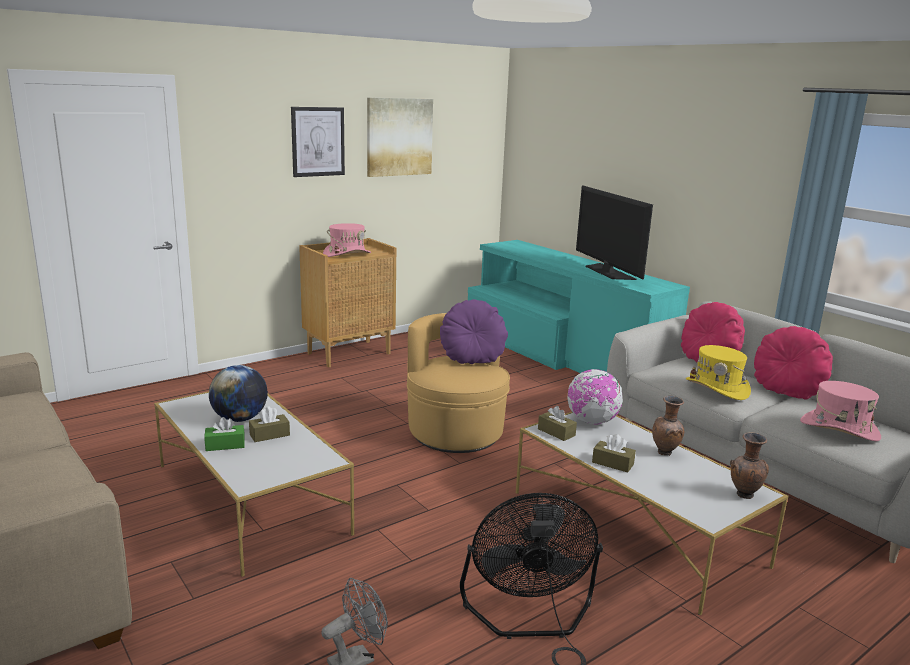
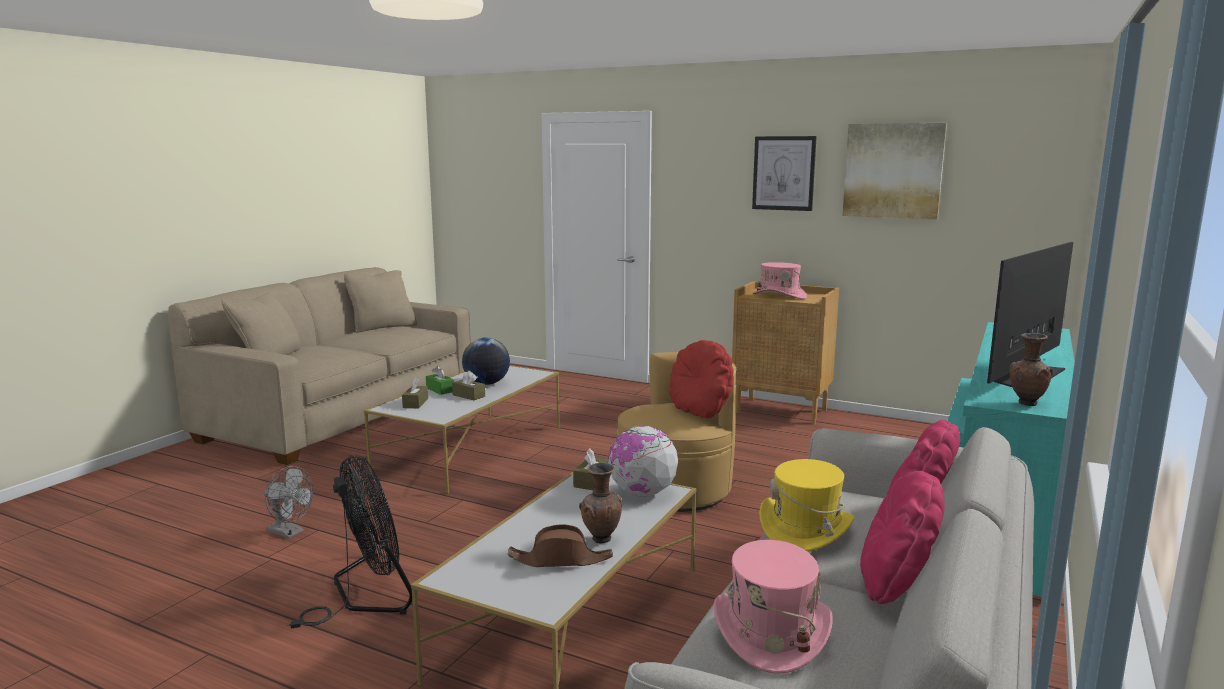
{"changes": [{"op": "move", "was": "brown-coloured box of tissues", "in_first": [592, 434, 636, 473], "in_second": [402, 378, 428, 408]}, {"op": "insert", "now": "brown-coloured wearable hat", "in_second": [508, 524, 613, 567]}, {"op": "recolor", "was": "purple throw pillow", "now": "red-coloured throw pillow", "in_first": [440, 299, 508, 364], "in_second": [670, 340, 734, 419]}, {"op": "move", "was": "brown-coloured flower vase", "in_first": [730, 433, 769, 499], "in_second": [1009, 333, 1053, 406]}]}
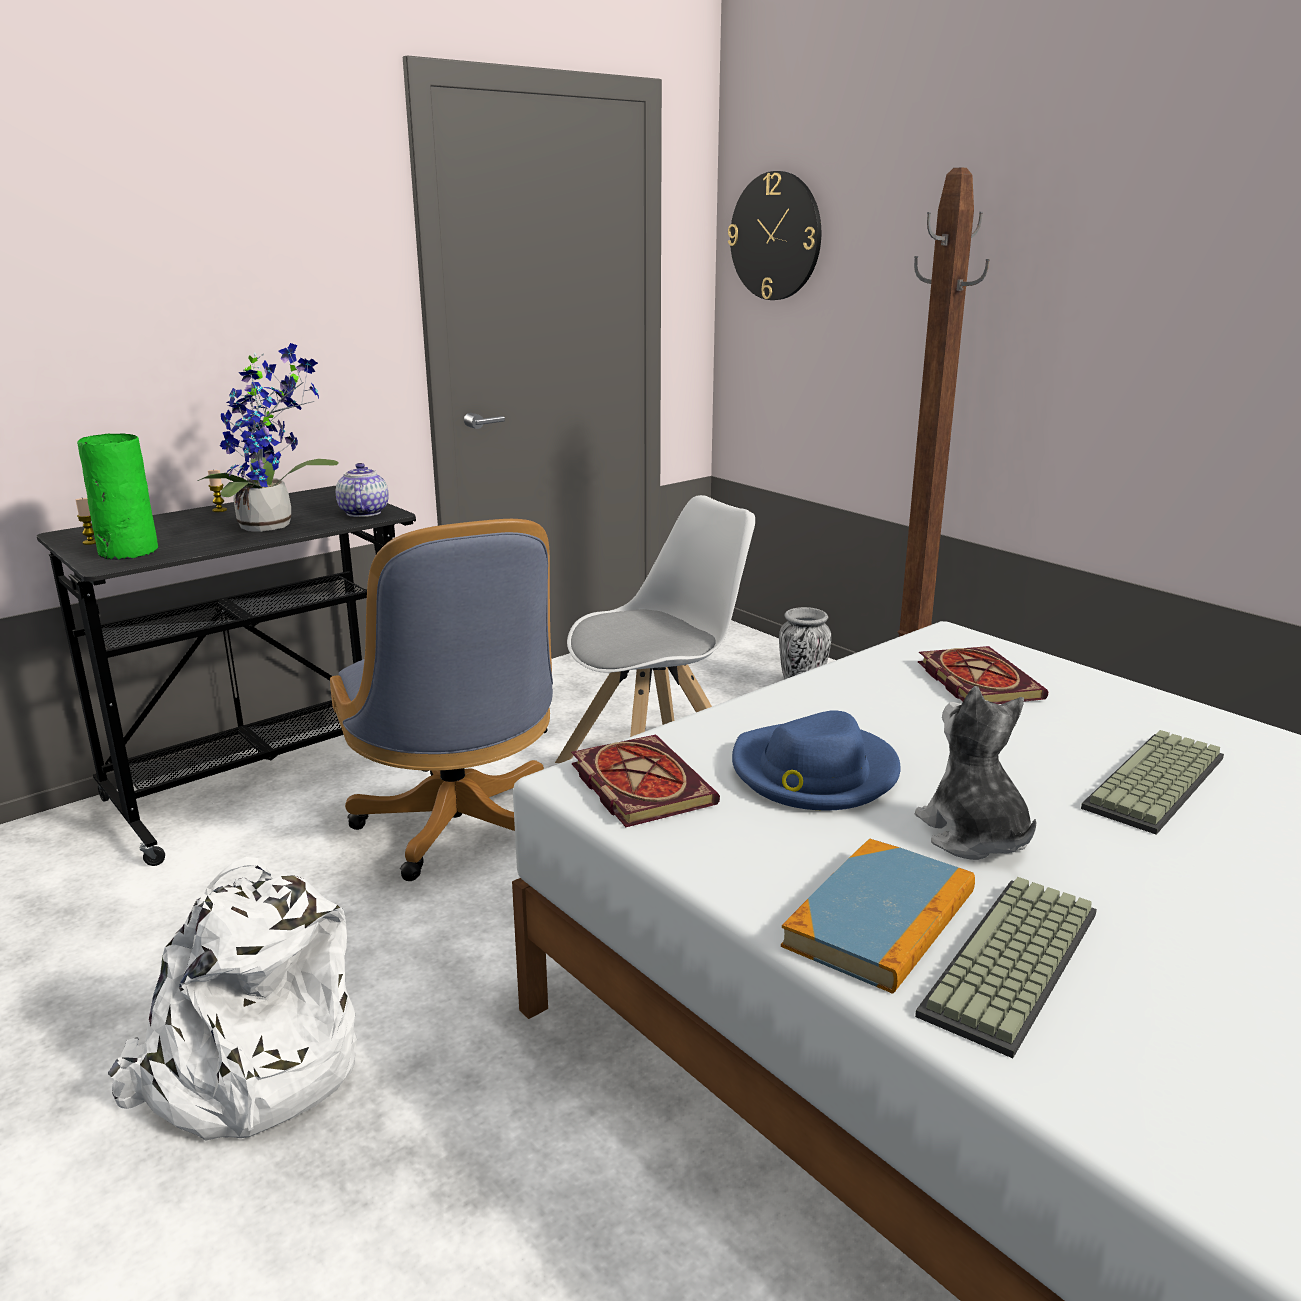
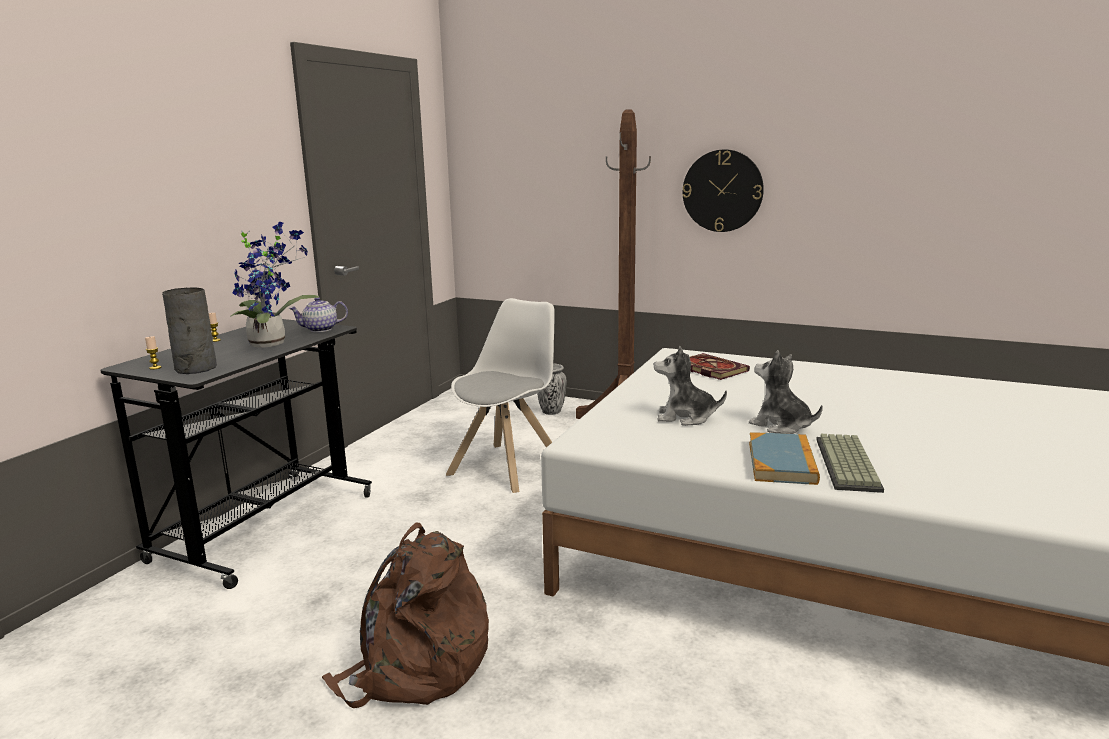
{"changes": [{"op": "recolor", "was": "green-coloured flower vase", "now": "greyish flower vase", "in_first": [77, 434, 158, 560], "in_second": [162, 287, 217, 374]}, {"op": "rotate", "was": "teapot", "in_first": [336, 463, 389, 517], "in_second": [288, 298, 348, 332], "clockwise": -75}, {"op": "recolor", "was": "whitish knapsack", "now": "brown-coloured knapsack", "in_first": [108, 857, 357, 1140], "in_second": [322, 522, 489, 708]}, {"op": "replace", "was": "bluish wearable hat", "now": "soft toy", "in_first": [732, 710, 900, 811], "in_second": [654, 346, 727, 426]}, {"op": "move", "was": "clock on the wall", "in_first": [728, 171, 821, 300], "in_second": [683, 149, 764, 232]}, {"op": "delete", "was": "bluish desk chair", "in_first": [330, 519, 553, 881]}, {"op": "delete", "was": "volume", "in_first": [571, 735, 720, 827]}, {"op": "delete", "was": "PC keyboard", "in_first": [1081, 730, 1224, 835]}]}
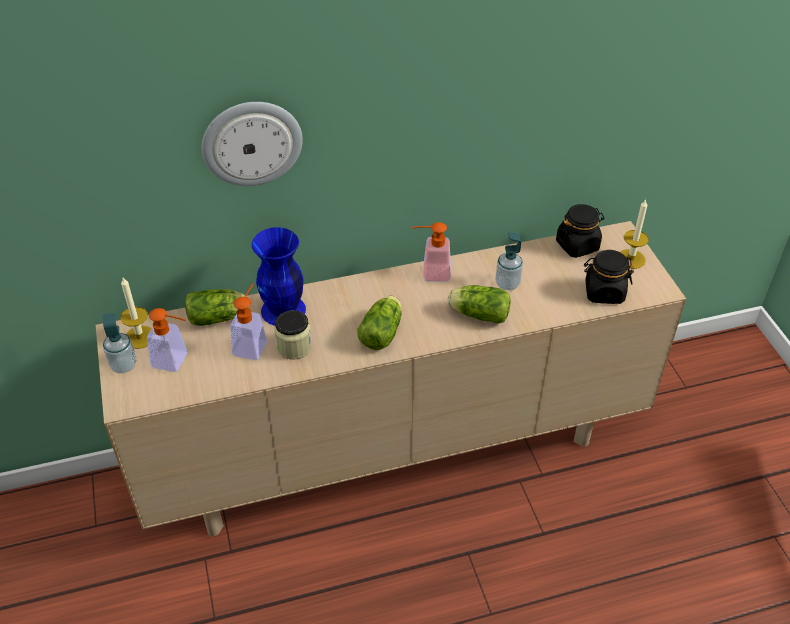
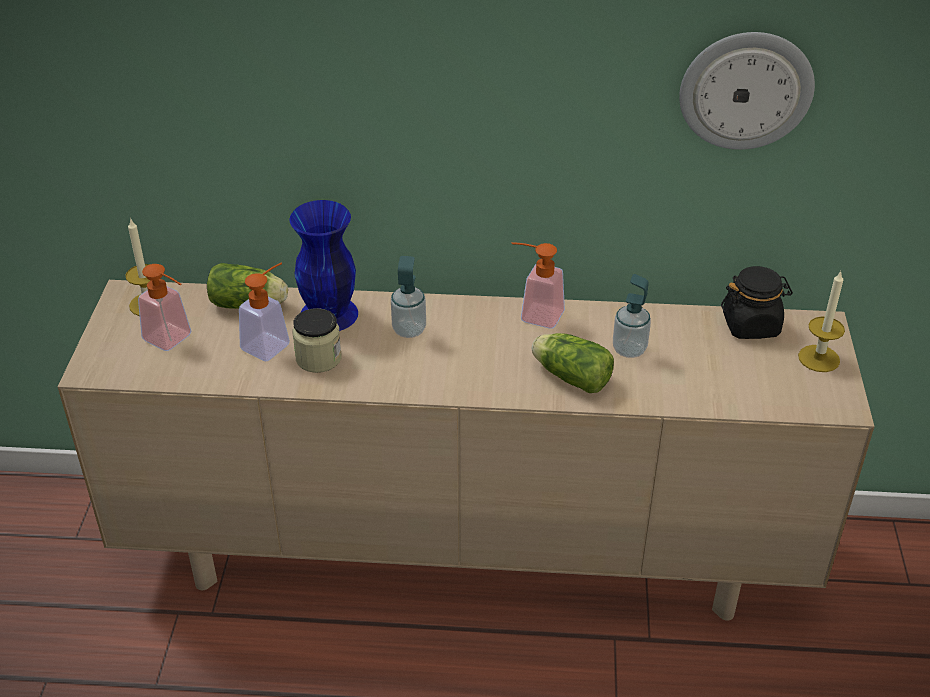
{"changes": [{"op": "move", "was": "soap bottle", "in_first": [102, 313, 136, 373], "in_second": [391, 256, 426, 338]}, {"op": "move", "was": "clock on the wall", "in_first": [202, 102, 303, 186], "in_second": [679, 32, 815, 150]}, {"op": "delete", "was": "lettuce head", "in_first": [357, 296, 402, 350]}, {"op": "delete", "was": "black jar", "in_first": [584, 250, 634, 304]}]}
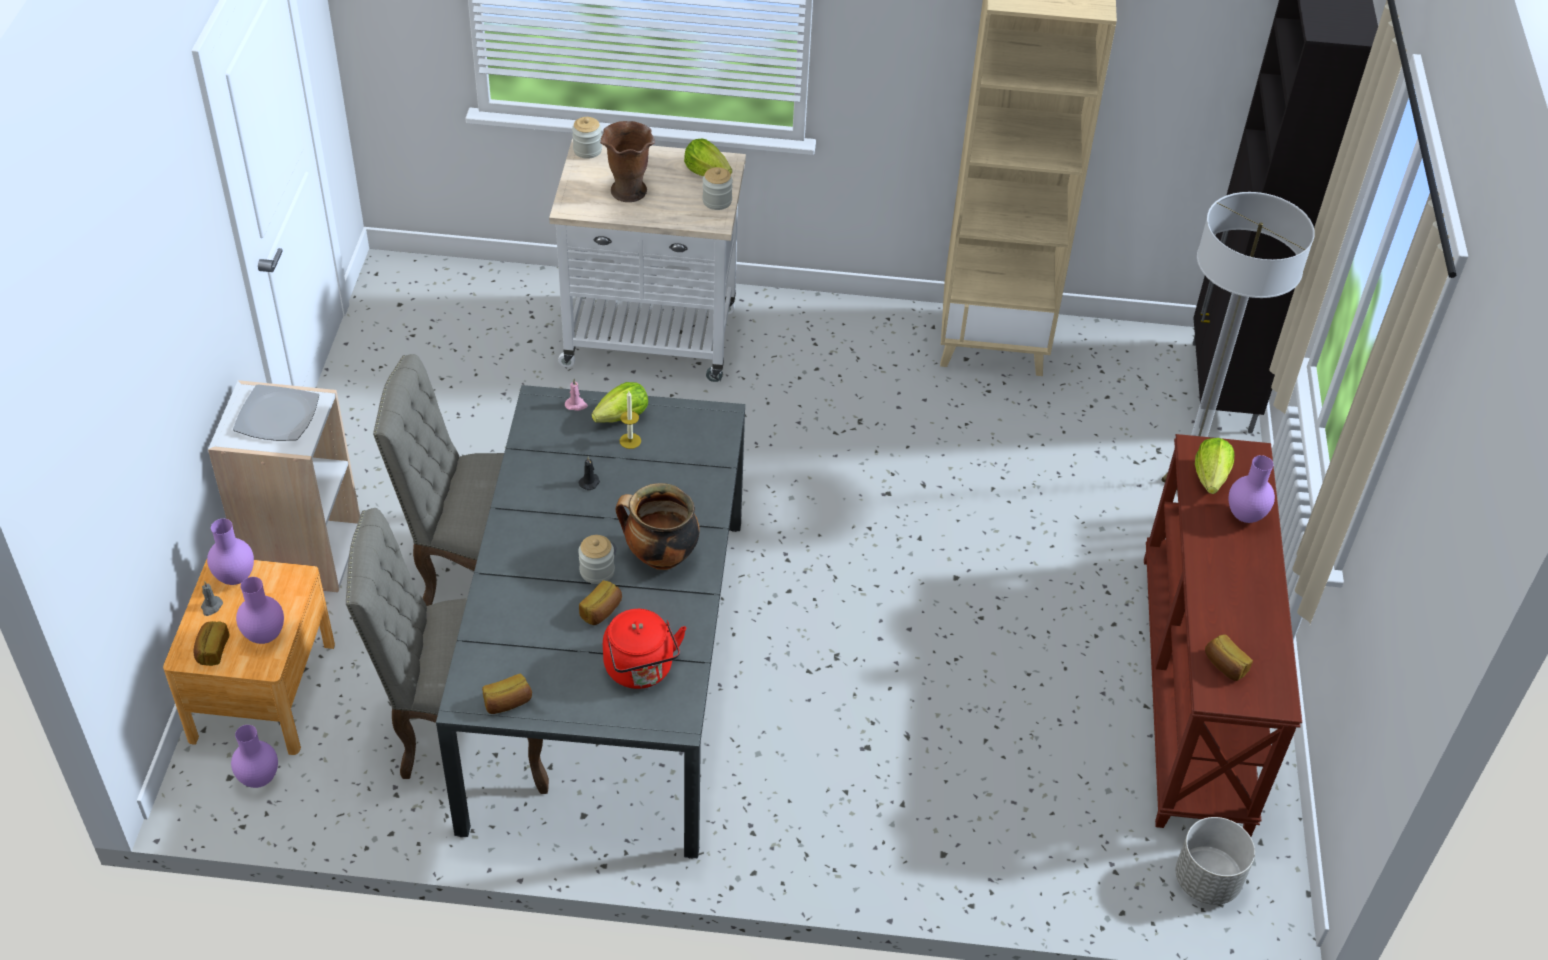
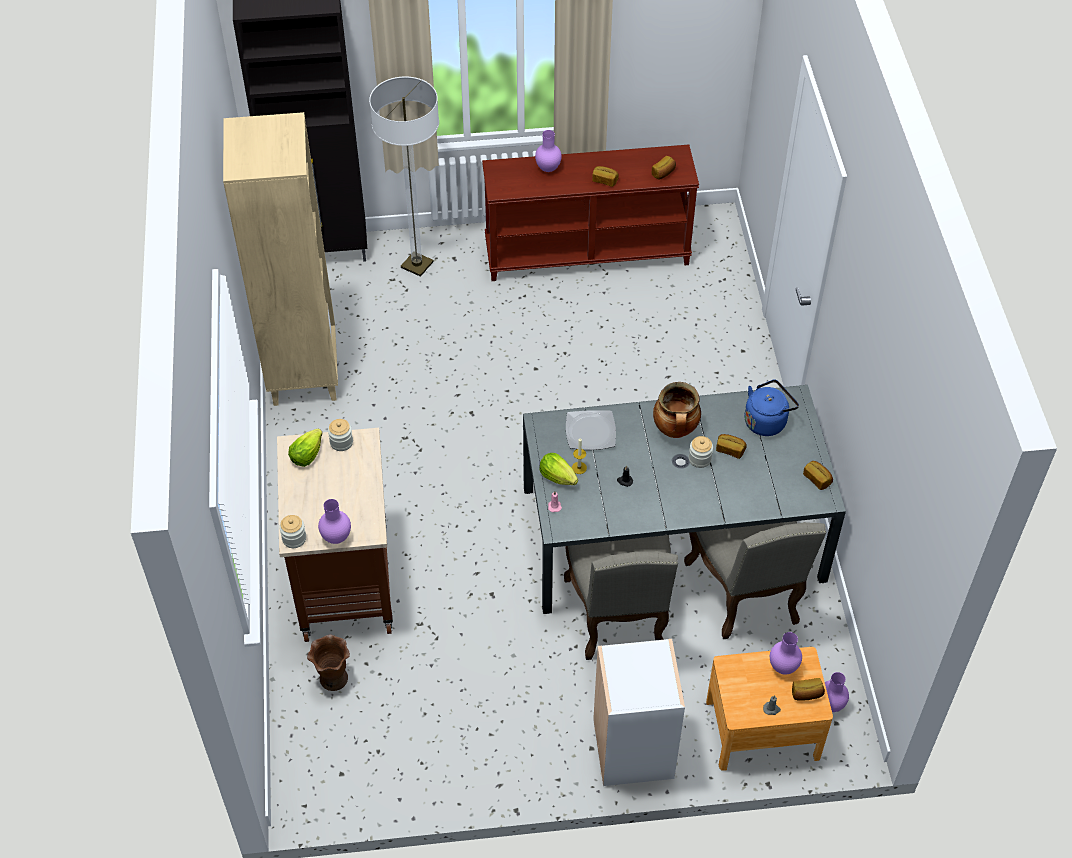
{"changes": [{"op": "recolor", "was": "whitish trolley", "now": "brown-coloured trolley", "in_first": [549, 138, 746, 382], "in_second": [277, 428, 393, 642]}, {"op": "move", "was": "brown-coloured flower vase", "in_first": [600, 121, 655, 202], "in_second": [307, 635, 350, 691]}, {"op": "move", "was": "purple flower vase", "in_first": [207, 519, 254, 585], "in_second": [318, 499, 351, 544]}, {"op": "move", "was": "plate", "in_first": [233, 384, 319, 441], "in_second": [566, 410, 616, 450]}, {"op": "insert", "now": "bakery bread", "in_second": [592, 166, 619, 187]}, {"op": "recolor", "was": "red-coloured kettle", "now": "bluish kettle", "in_first": [603, 609, 686, 689], "in_second": [744, 379, 799, 436]}, {"op": "delete", "was": "greyish flower pot", "in_first": [1176, 817, 1255, 905]}, {"op": "delete", "was": "lettuce head", "in_first": [1195, 438, 1234, 494]}]}
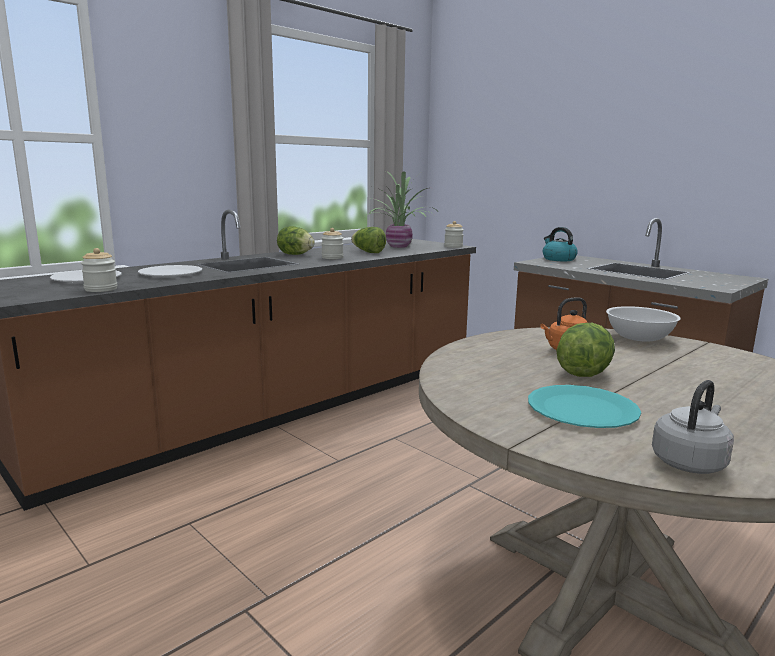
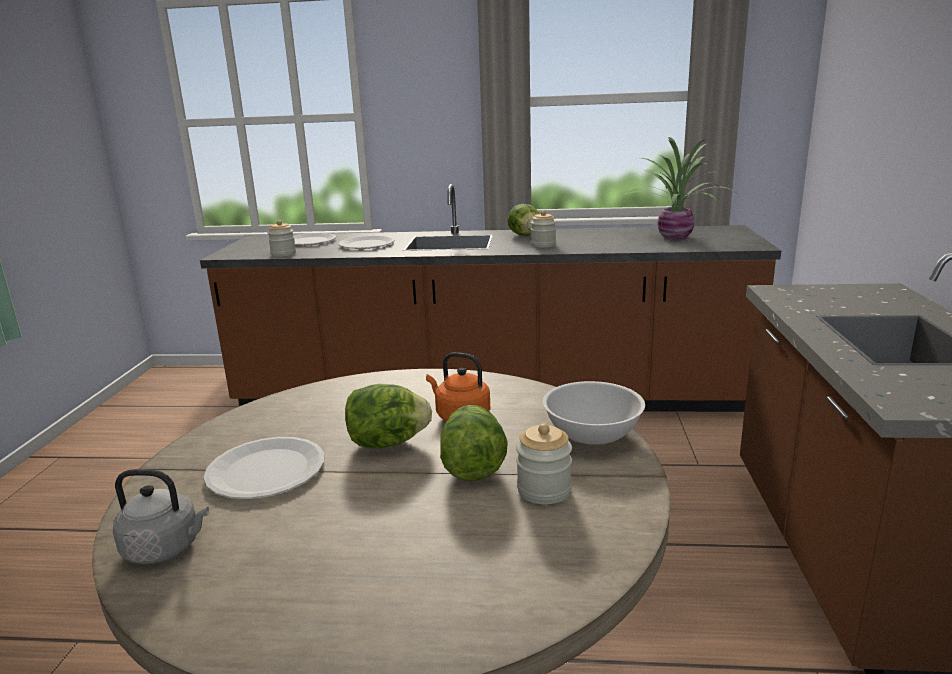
{"changes": [{"op": "recolor", "was": "blue-green plate", "now": "whitish plate", "in_first": [528, 385, 641, 428], "in_second": [204, 437, 324, 499]}, {"op": "move", "was": "lettuce head", "in_first": [351, 227, 386, 253], "in_second": [440, 405, 508, 481]}, {"op": "move", "was": "jar", "in_first": [444, 221, 464, 248], "in_second": [516, 423, 572, 504]}, {"op": "delete", "was": "kettle", "in_first": [543, 227, 578, 261]}]}
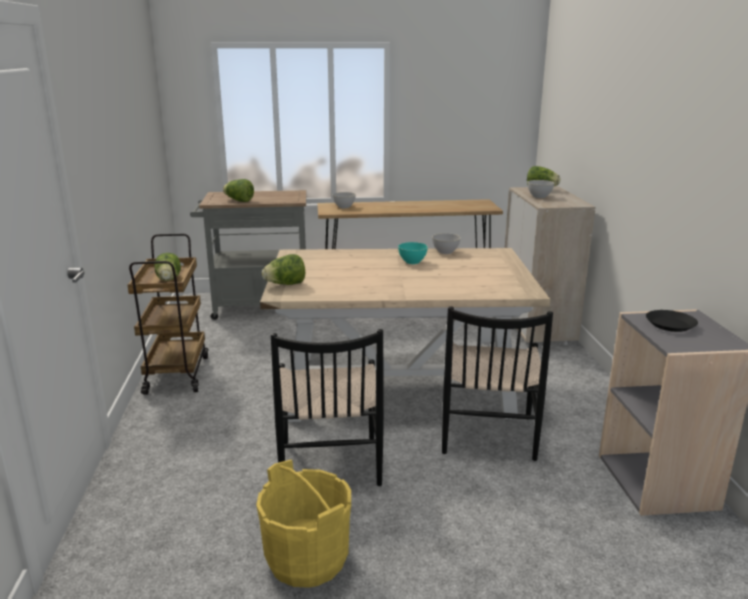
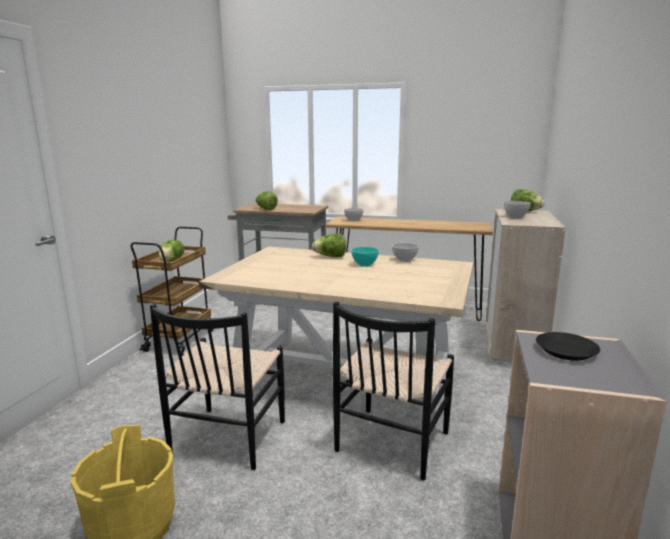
{"changes": [{"op": "move", "was": "lettuce head", "in_first": [262, 254, 305, 285], "in_second": [312, 233, 346, 257]}]}
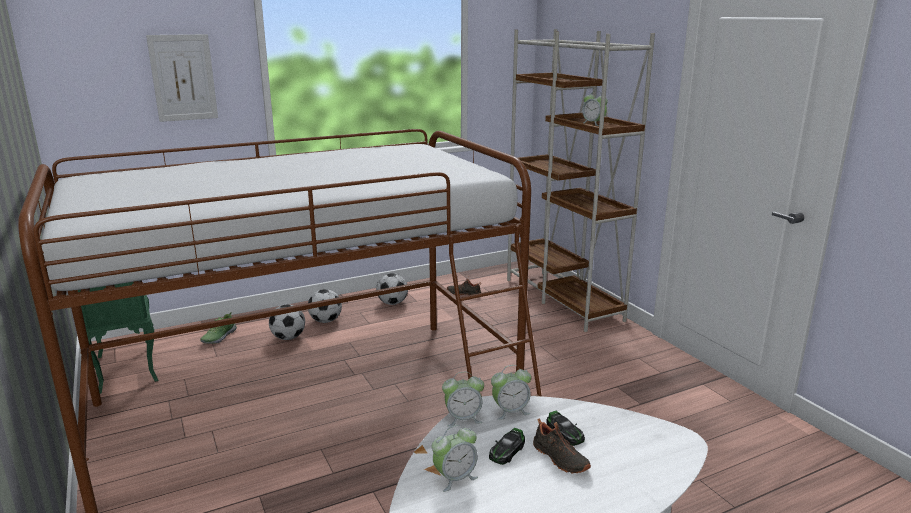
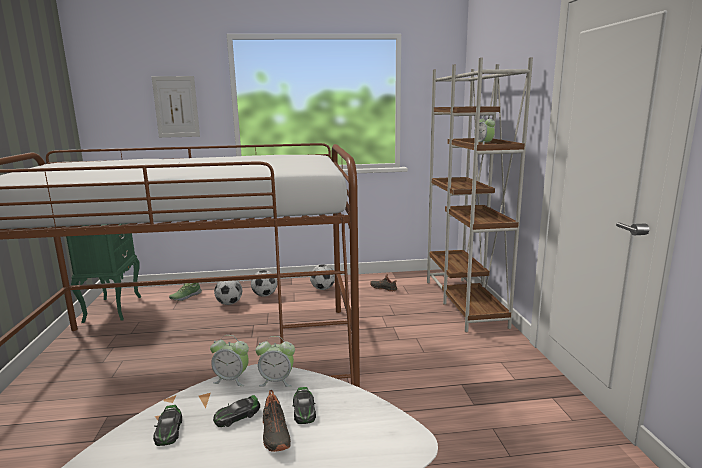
{"changes": [{"op": "replace", "was": "alarm clock", "now": "miniature car", "in_first": [432, 425, 478, 492], "in_second": [153, 405, 182, 446]}]}
